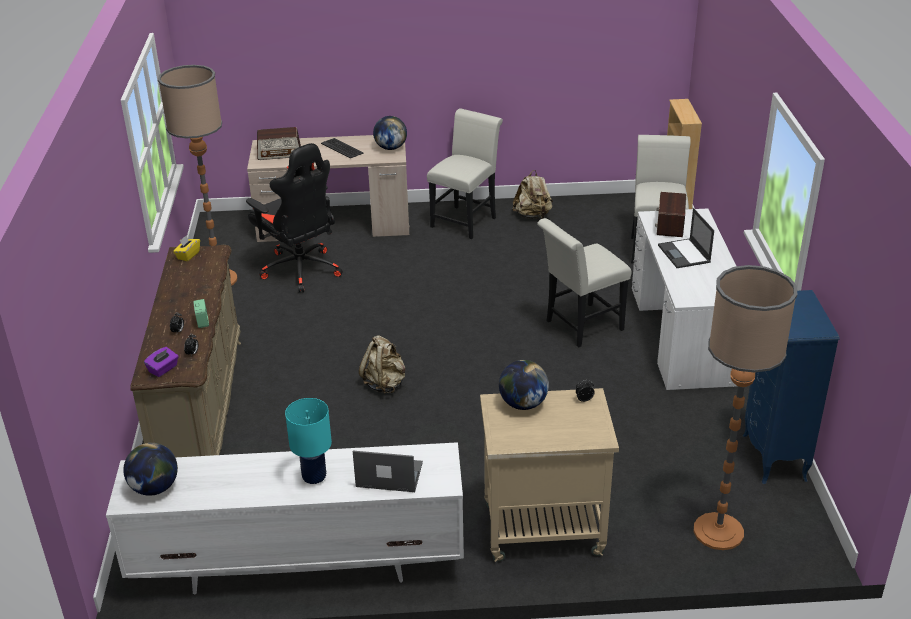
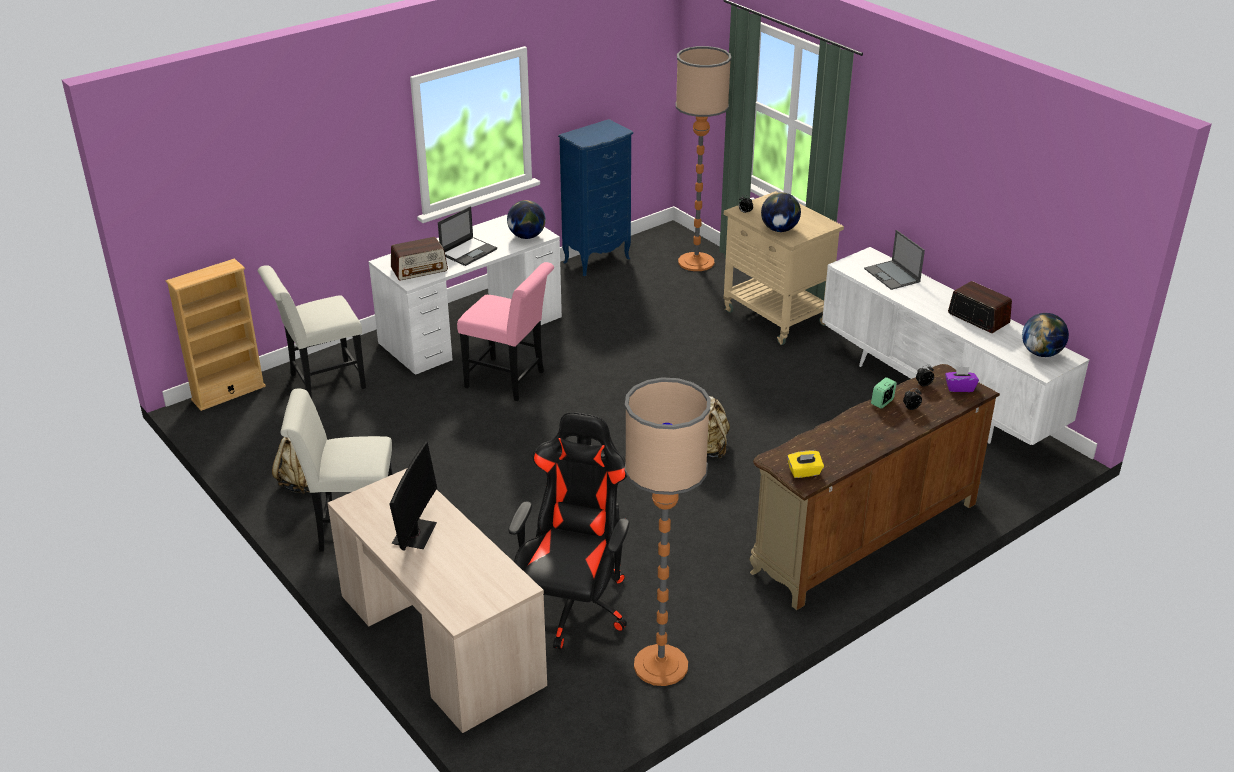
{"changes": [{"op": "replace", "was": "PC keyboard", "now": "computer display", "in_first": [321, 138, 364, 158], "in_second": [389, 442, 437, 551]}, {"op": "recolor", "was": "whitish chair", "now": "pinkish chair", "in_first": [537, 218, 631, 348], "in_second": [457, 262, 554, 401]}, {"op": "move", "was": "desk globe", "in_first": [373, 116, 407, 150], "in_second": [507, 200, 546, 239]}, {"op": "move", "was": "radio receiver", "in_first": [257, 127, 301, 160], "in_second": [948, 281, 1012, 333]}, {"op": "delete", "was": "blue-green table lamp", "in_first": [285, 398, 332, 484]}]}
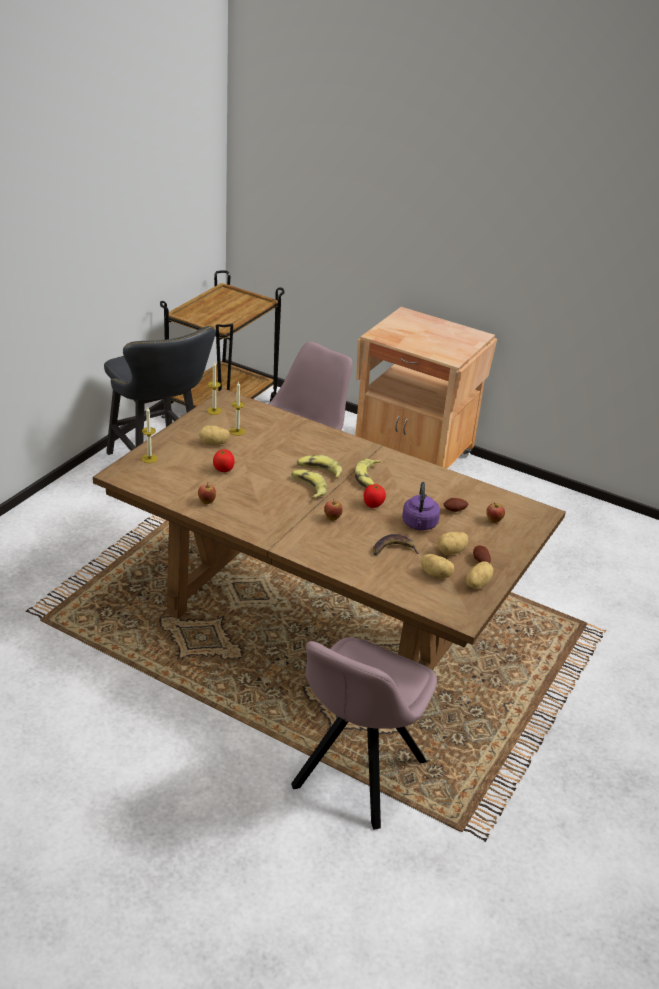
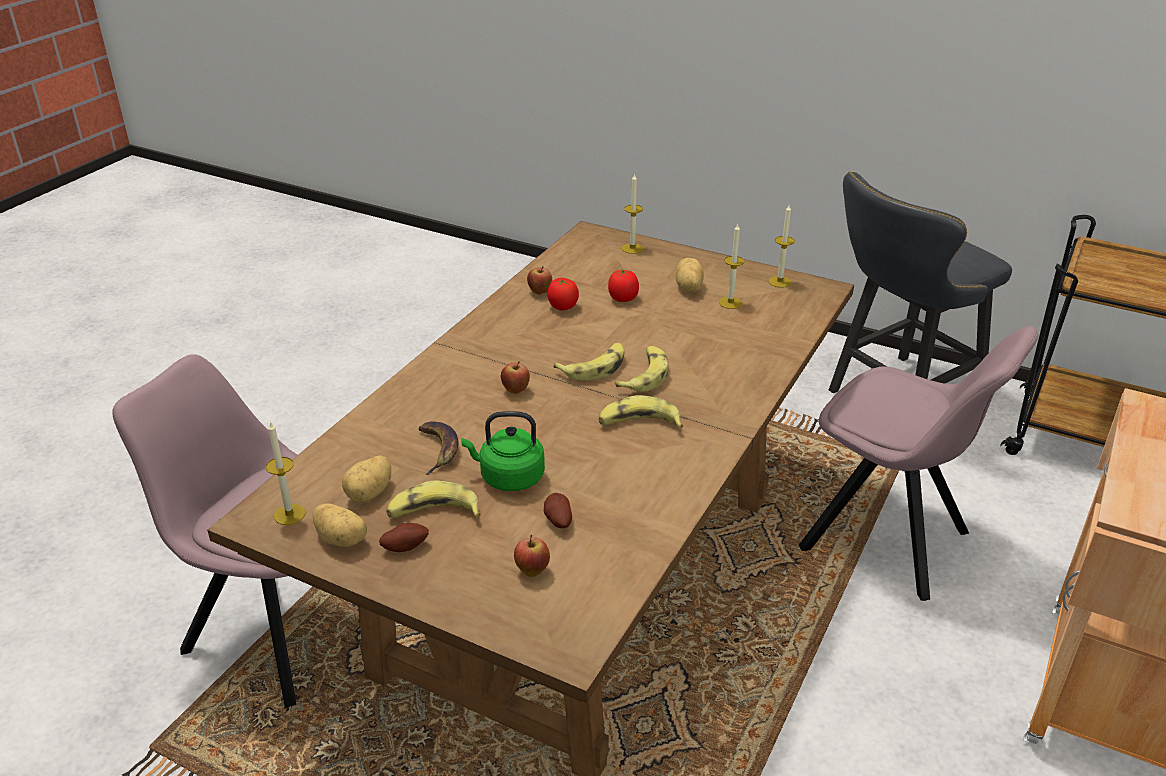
{"changes": [{"op": "insert", "now": "wax candle", "in_second": [266, 421, 306, 525]}, {"op": "replace", "was": "spud", "now": "banana fruit", "in_first": [438, 532, 468, 555], "in_second": [386, 481, 481, 518]}, {"op": "recolor", "was": "purple kettle", "now": "green-coloured kettle", "in_first": [402, 482, 440, 530], "in_second": [461, 411, 545, 491]}, {"op": "move", "was": "fresh tomato", "in_first": [364, 484, 386, 508], "in_second": [547, 278, 579, 311]}]}
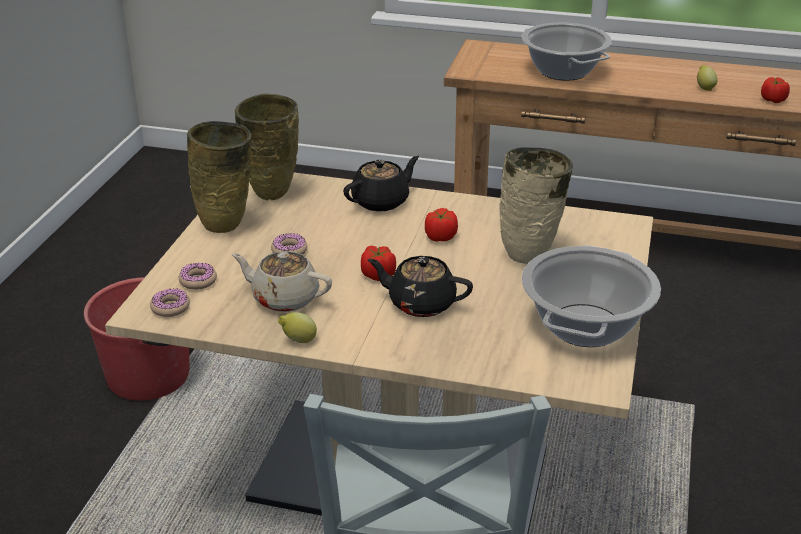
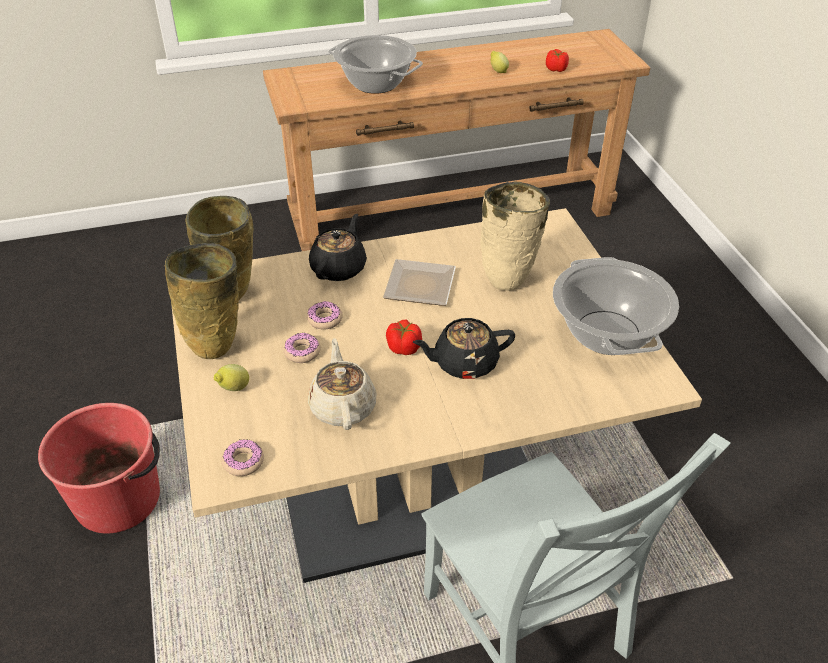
{"changes": [{"op": "move", "was": "lemon", "in_first": [278, 312, 317, 343], "in_second": [214, 364, 249, 391]}, {"op": "move", "was": "ring doughnut", "in_first": [179, 263, 217, 290], "in_second": [307, 301, 343, 330]}, {"op": "rotate", "was": "beige teapot", "in_first": [231, 251, 332, 312], "in_second": [308, 338, 376, 430], "clockwise": 90}, {"op": "replace", "was": "fresh tomato", "now": "plate", "in_first": [425, 208, 458, 242], "in_second": [383, 259, 456, 306]}]}
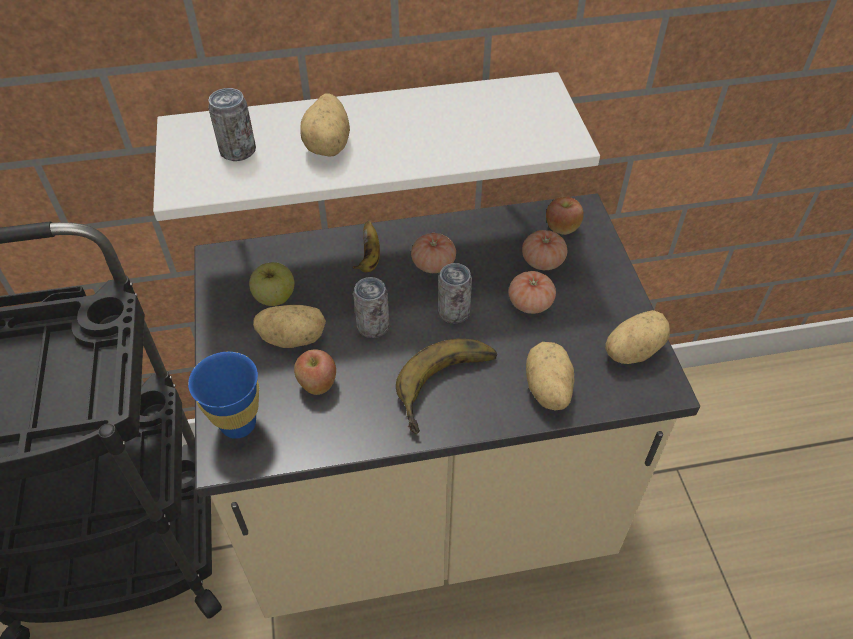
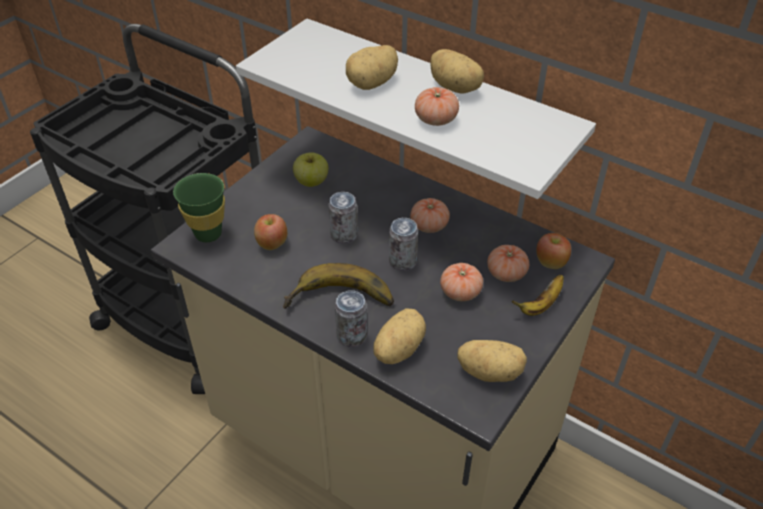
{"changes": [{"op": "recolor", "was": "bluish cup", "now": "green-coloured cup", "in_first": [188, 352, 259, 439], "in_second": [173, 173, 225, 242]}, {"op": "move", "was": "can", "in_first": [208, 88, 256, 161], "in_second": [335, 290, 367, 347]}, {"op": "insert", "now": "fresh tomato", "in_second": [415, 87, 459, 126]}, {"op": "move", "was": "spud", "in_first": [253, 305, 326, 348], "in_second": [430, 49, 484, 94]}, {"op": "move", "was": "banana fruit", "in_first": [352, 221, 380, 272], "in_second": [512, 275, 564, 316]}]}
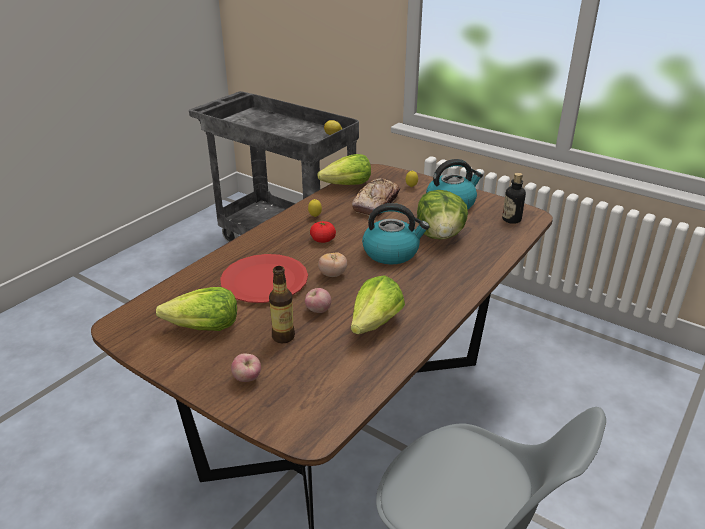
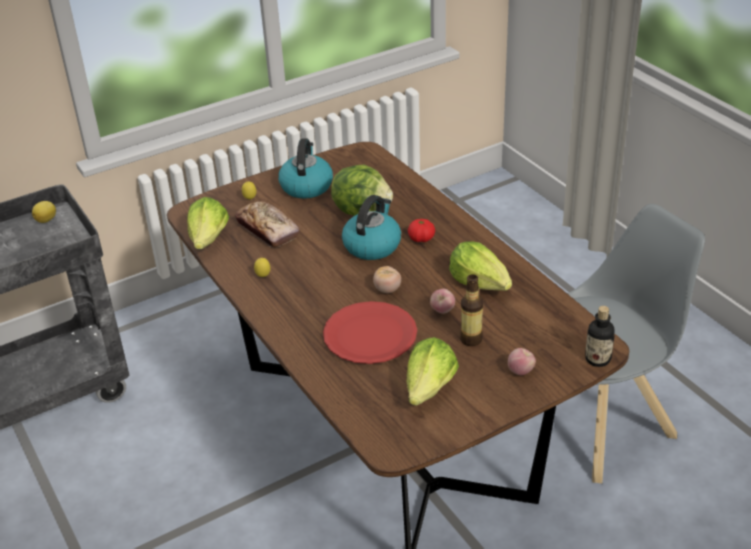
{"changes": [{"op": "move", "was": "fresh tomato", "in_first": [310, 221, 336, 243], "in_second": [408, 219, 435, 242]}, {"op": "move", "was": "bottle", "in_first": [502, 173, 526, 224], "in_second": [585, 306, 615, 367]}]}
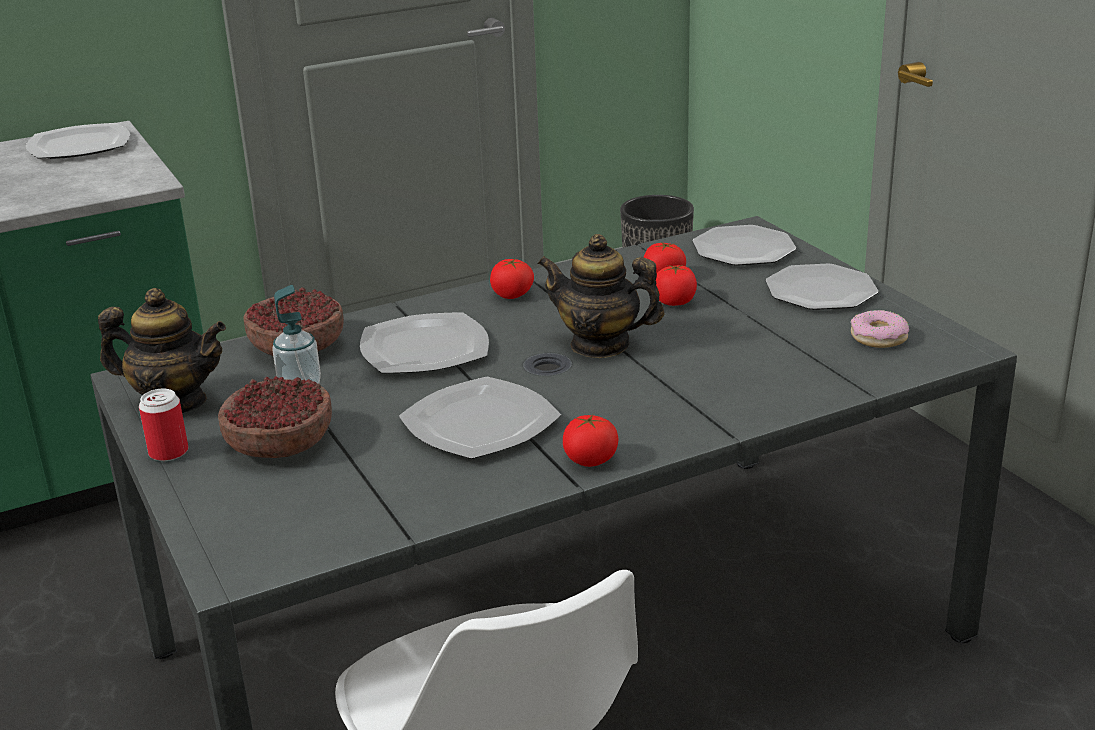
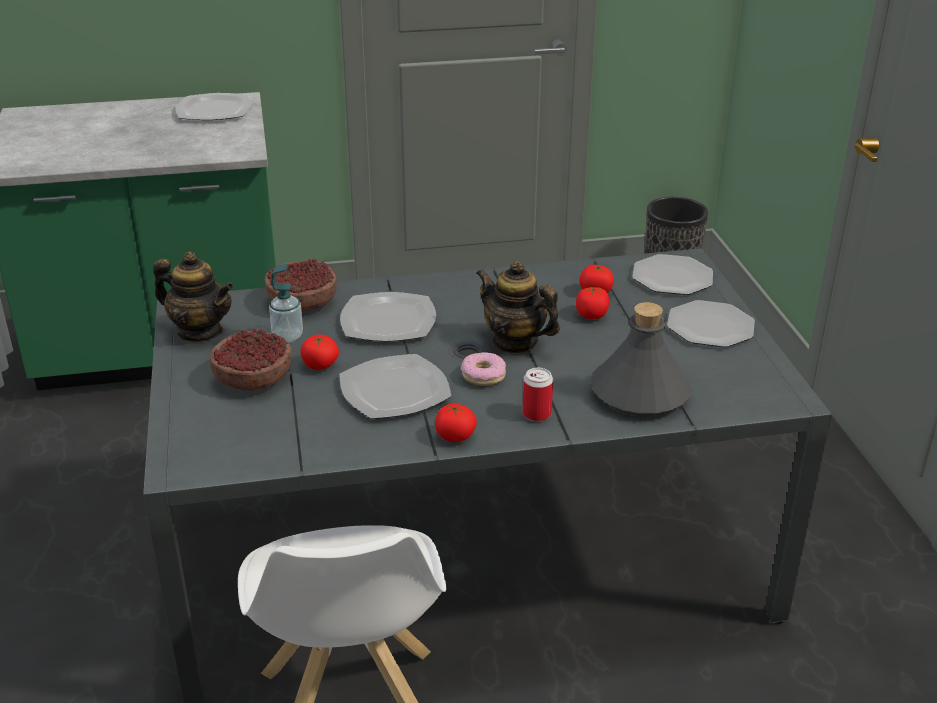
{"changes": [{"op": "move", "was": "fresh tomato", "in_first": [490, 258, 534, 299], "in_second": [300, 334, 339, 370]}, {"op": "move", "was": "ring doughnut", "in_first": [850, 310, 909, 348], "in_second": [461, 352, 506, 386]}, {"op": "move", "was": "can", "in_first": [139, 389, 189, 461], "in_second": [522, 368, 553, 421]}, {"op": "insert", "now": "greyish bottle", "in_second": [591, 302, 692, 416]}]}
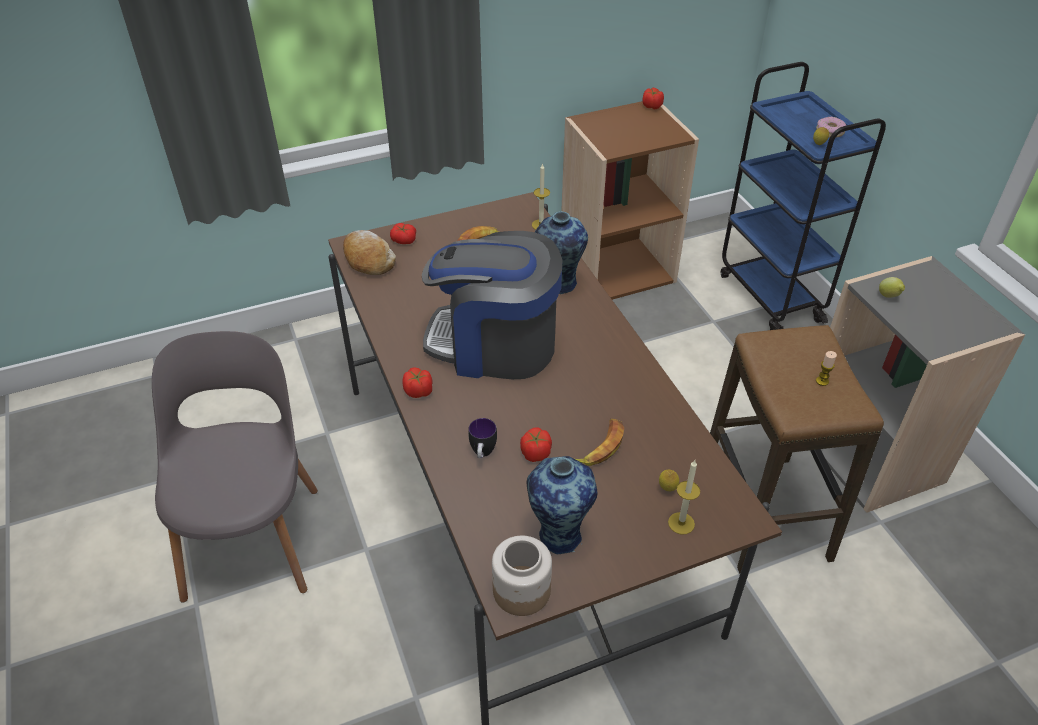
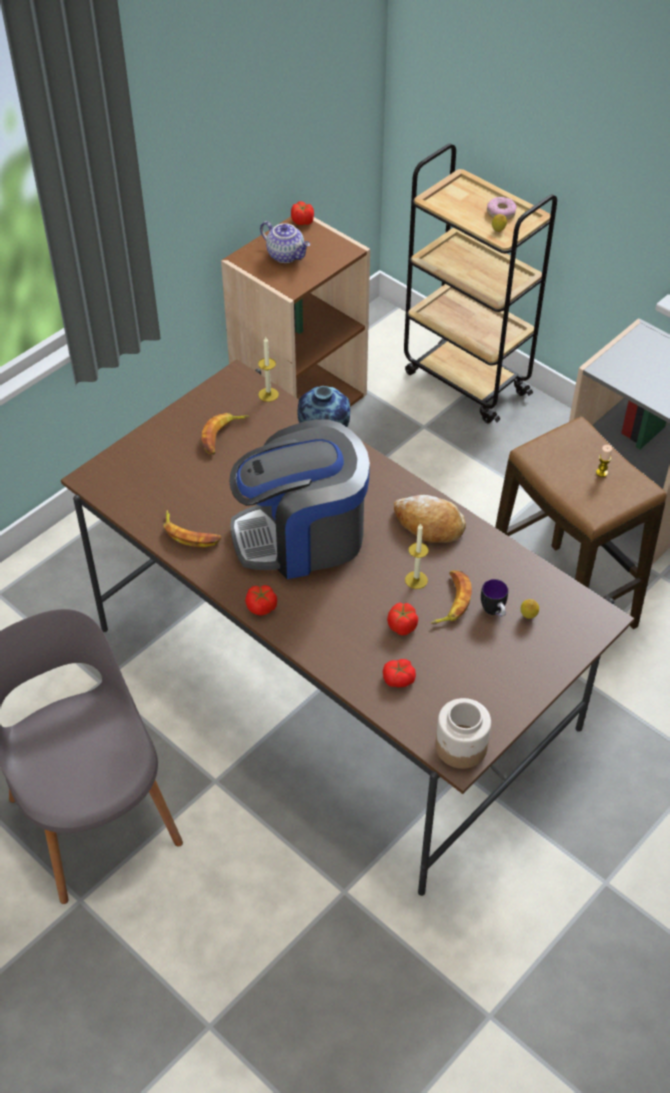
{"changes": [{"op": "insert", "now": "banana fruit", "in_second": [164, 510, 222, 548]}, {"op": "insert", "now": "teapot", "in_second": [260, 221, 310, 263]}, {"op": "move", "was": "fresh tomato", "in_first": [390, 223, 416, 244], "in_second": [383, 659, 416, 687]}, {"op": "move", "was": "bakery bread", "in_first": [343, 230, 396, 275], "in_second": [394, 495, 466, 543]}, {"op": "recolor", "was": "bluish trolley", "now": "brown-coloured trolley", "in_first": [721, 62, 886, 330], "in_second": [404, 144, 557, 423]}, {"op": "move", "was": "wax candle", "in_first": [668, 460, 700, 534], "in_second": [405, 523, 429, 589]}, {"op": "move", "was": "mug", "in_first": [468, 418, 497, 458], "in_second": [481, 579, 508, 616]}, {"op": "delete", "was": "flower vase", "in_first": [527, 456, 598, 554]}, {"op": "delete", "was": "lemon", "in_first": [879, 277, 905, 298]}]}
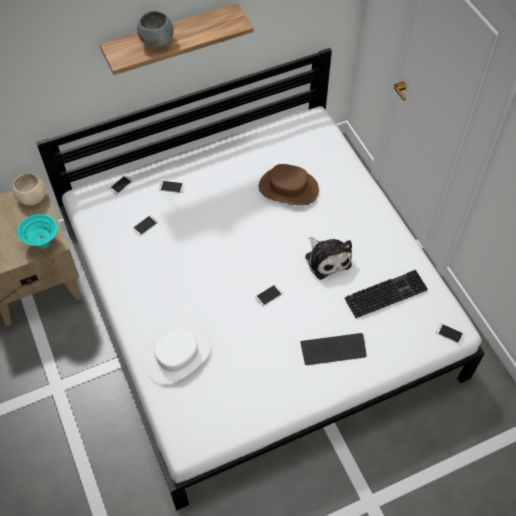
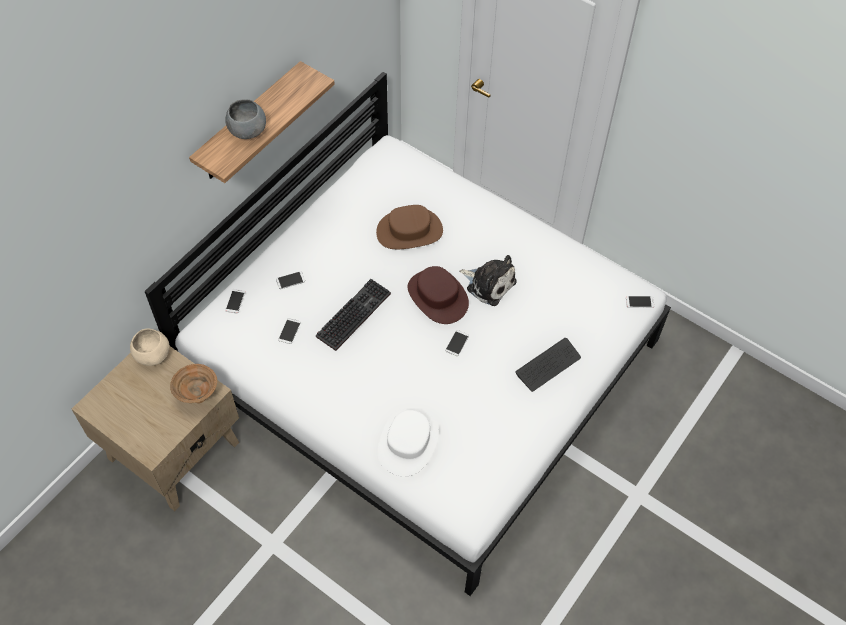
{"changes": [{"op": "recolor", "was": "blue-green bowl", "now": "brown-coloured bowl", "in_first": [17, 214, 58, 249], "in_second": [170, 364, 217, 403]}, {"op": "move", "was": "PC keyboard", "in_first": [345, 269, 428, 318], "in_second": [316, 279, 391, 351]}, {"op": "insert", "now": "brown-coloured wearable hat", "in_second": [408, 266, 469, 324]}]}
